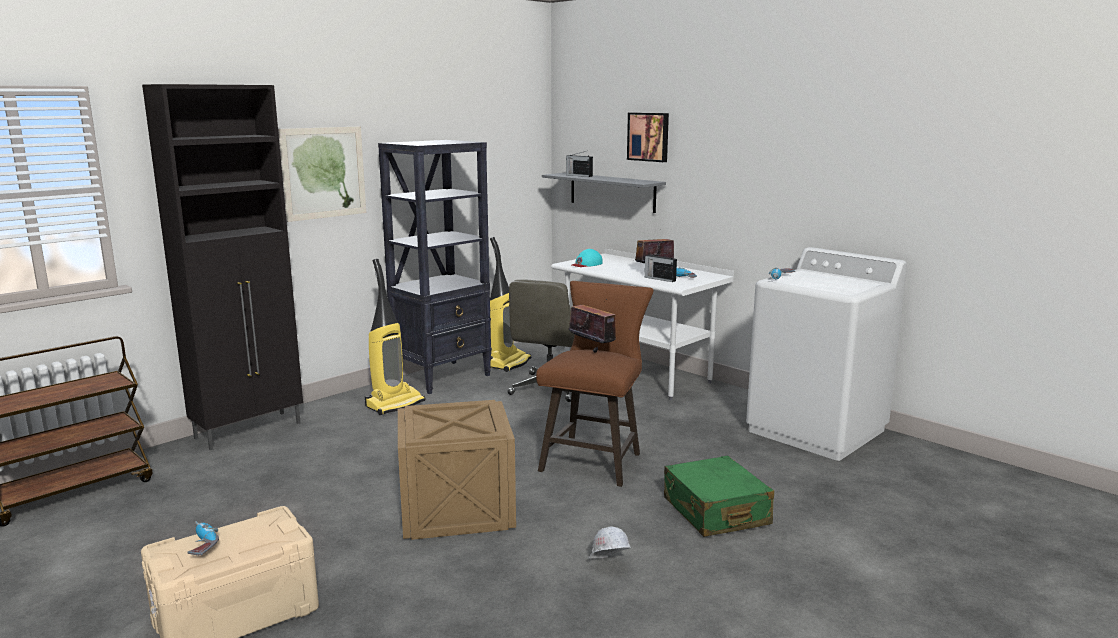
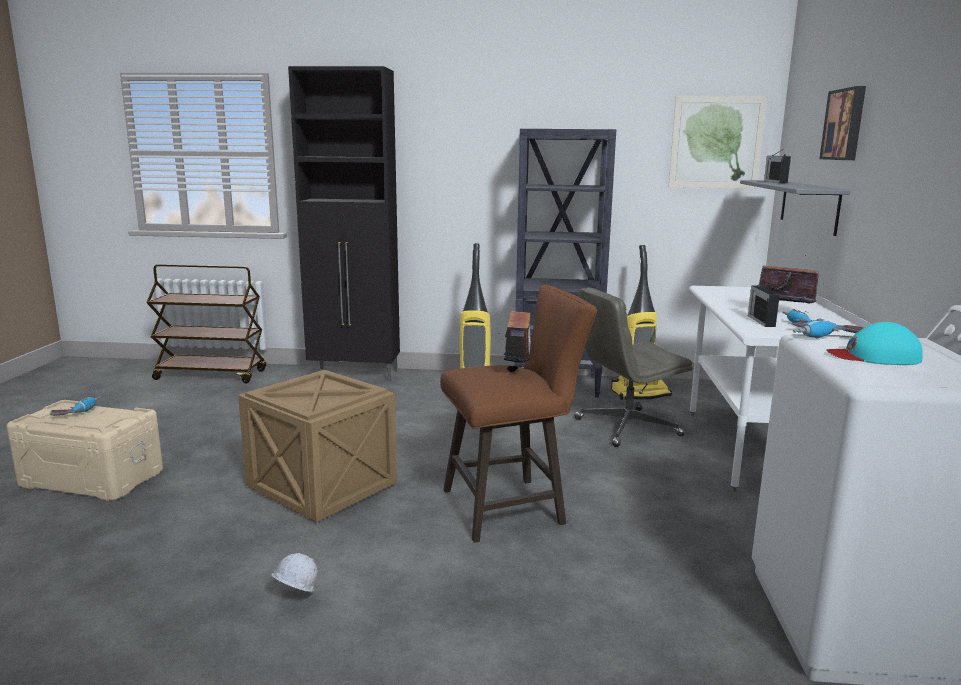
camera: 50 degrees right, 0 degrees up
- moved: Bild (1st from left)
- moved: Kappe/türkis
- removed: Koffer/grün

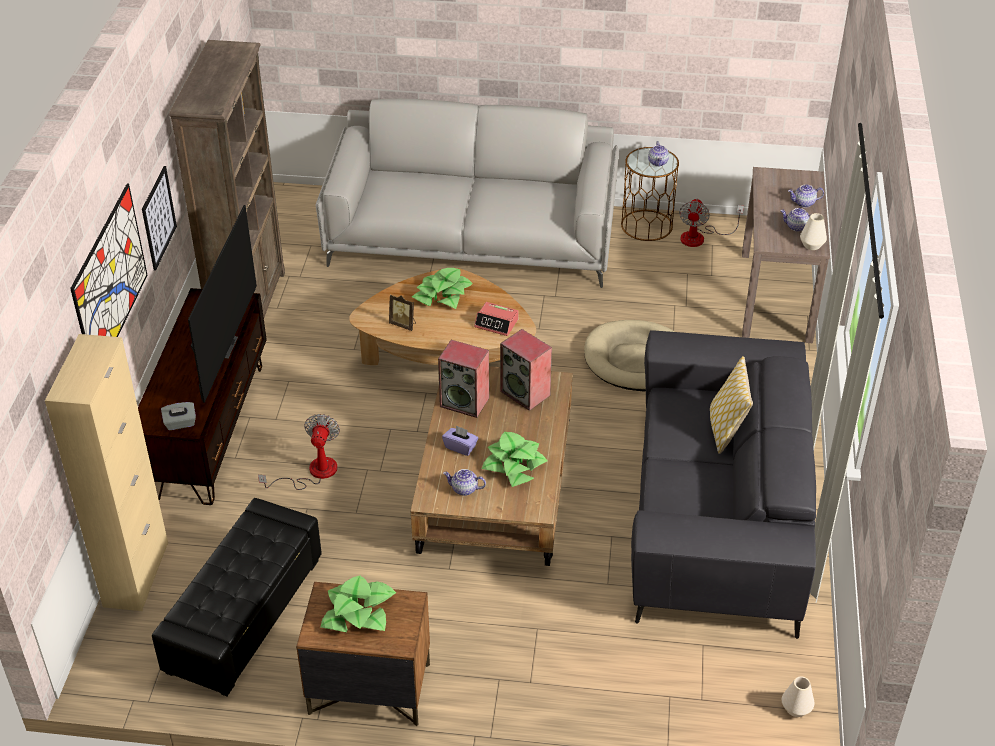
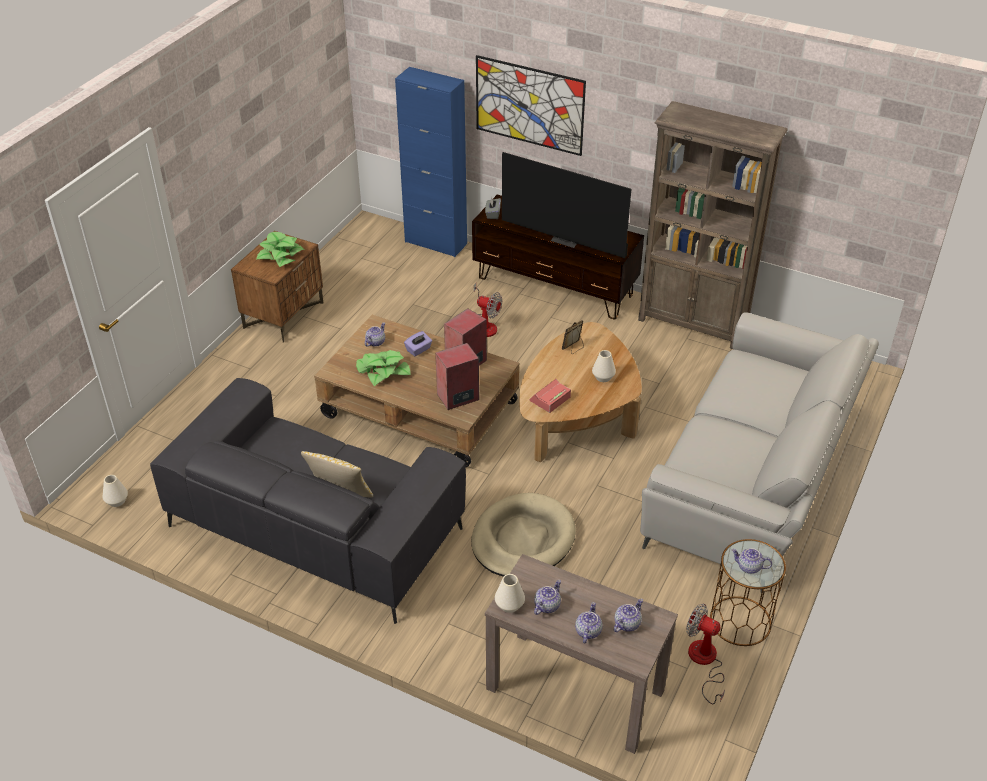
camera: 110 degrees right, 0 degrees up
- recoloured: Schrank/beige to Schrank/blau
- replaced: Topfpflanze (2nd from left) to Vase/weiß (3rd from left)
- added: Teekanne (4th from left)
- removed: Bild (2nd from left)
- removed: Polsterhocker/schwarz

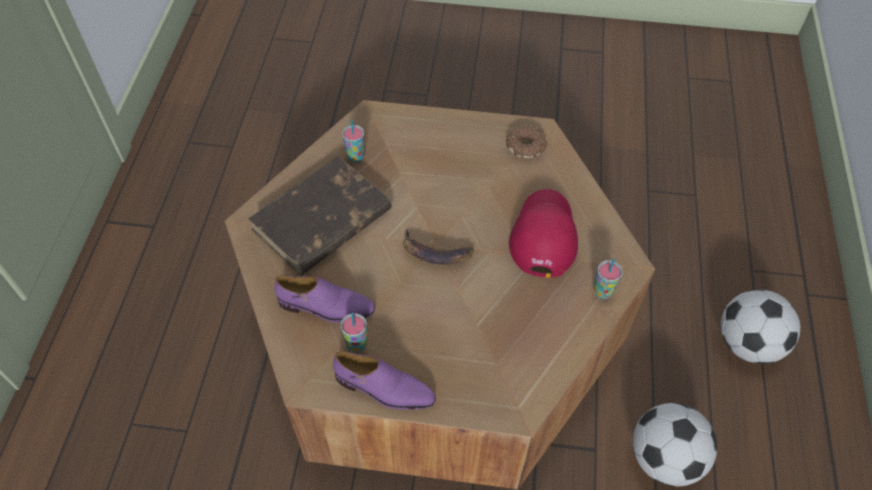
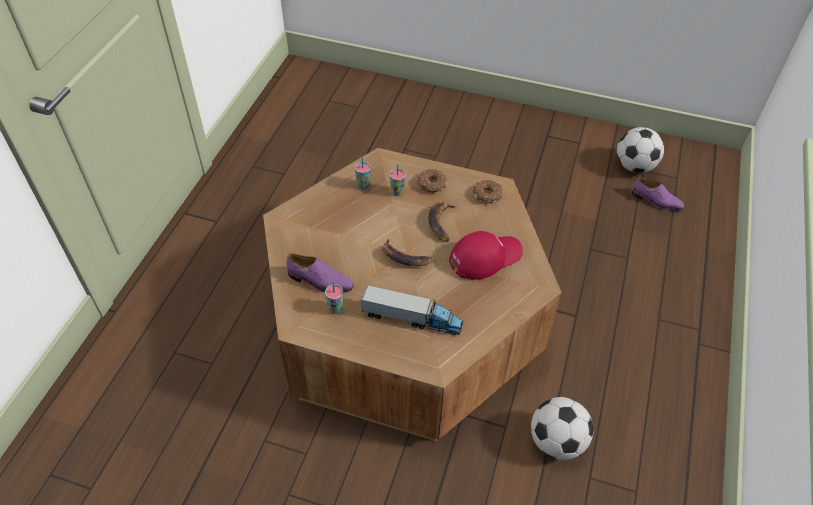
camera: 10 degrees right, 5 degrees down
- added: Spielzeuglaster
- moved: Tasse (3rd from left)
- added: Donut (1st from left)
- added: Banane (2nd from left)
- turned: Kappe/rot 45 degrees clockwise
- moved: Fußball (2nd from left)
- moved: Schuh/lila (2nd from left)
- removed: Buch/braun

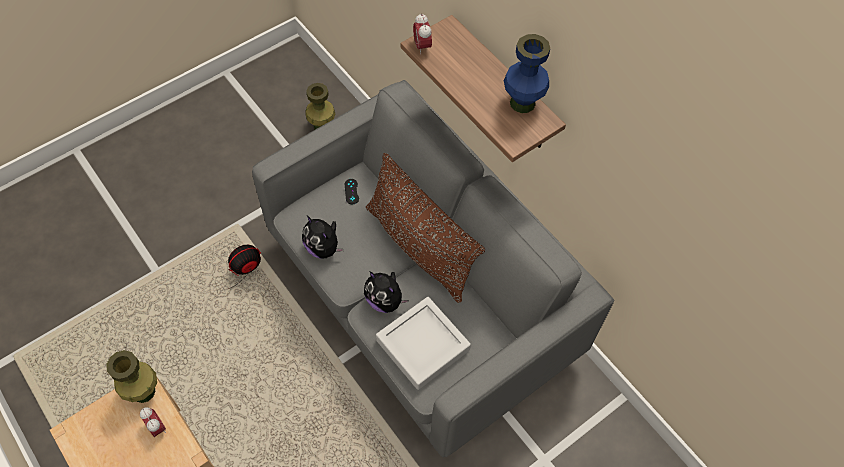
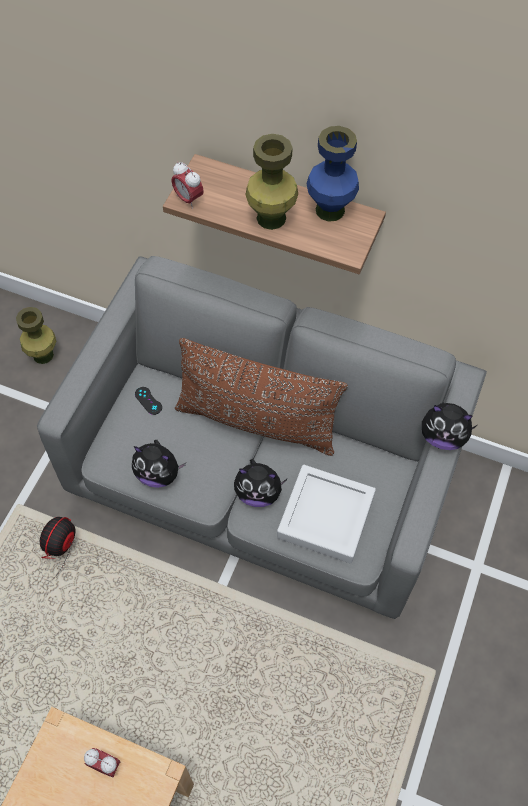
camera: 30 degrees left, 0 degrees up
- moved: Vase/grün (1st from left in the first image) to Vase/grün (2nd from left)
- added: Plüschtier (3rd from left)

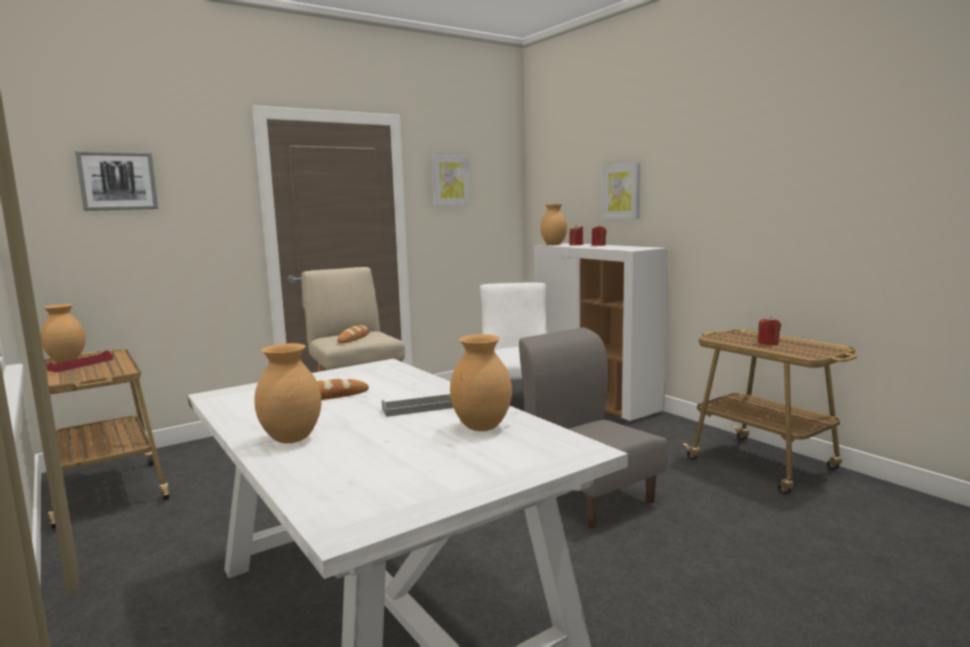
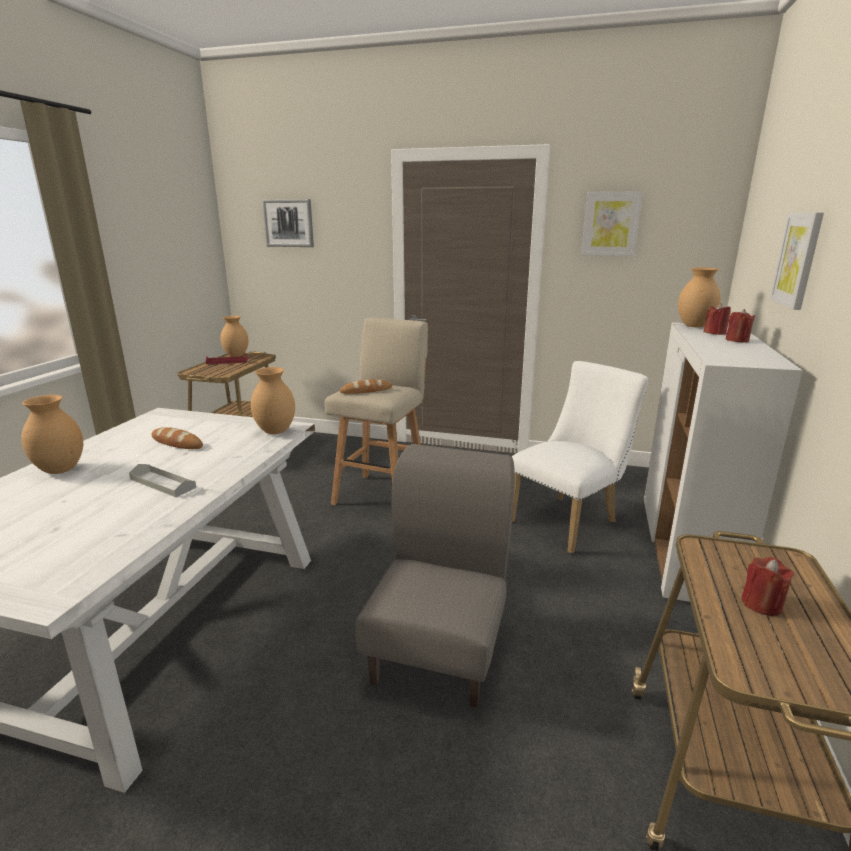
camera: 50 degrees right, 10 degrees up
- moved: Vase/braun (3rd from left)

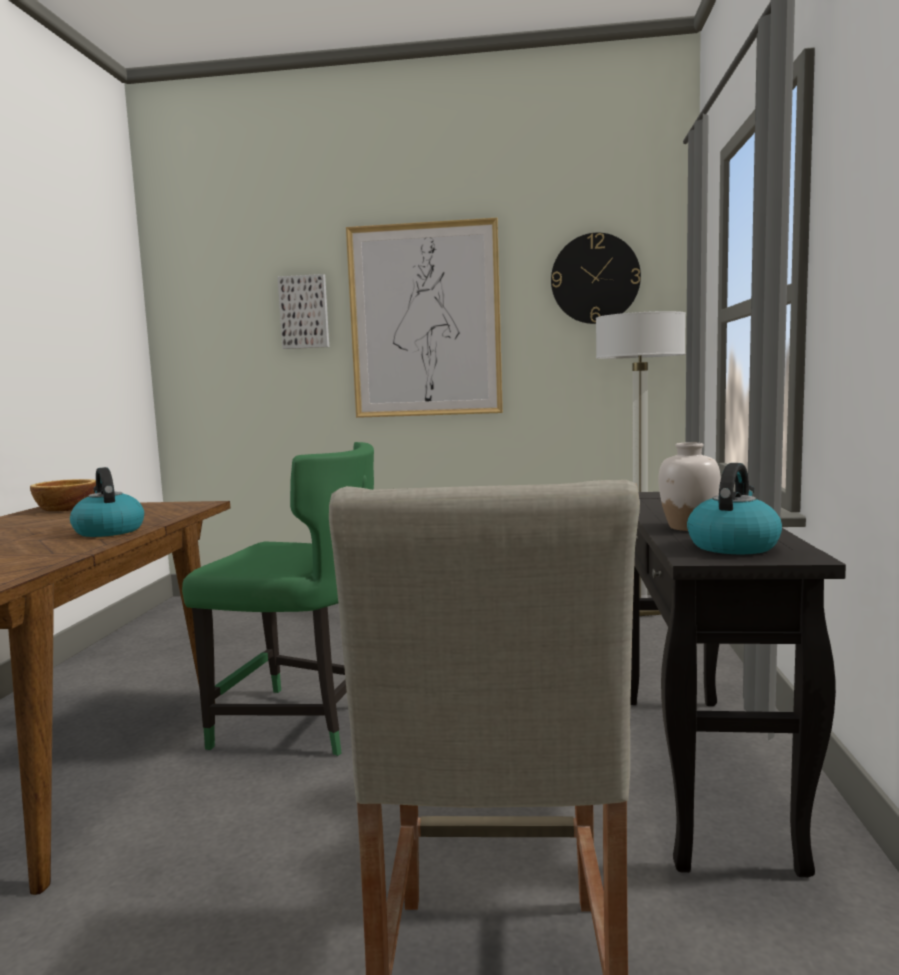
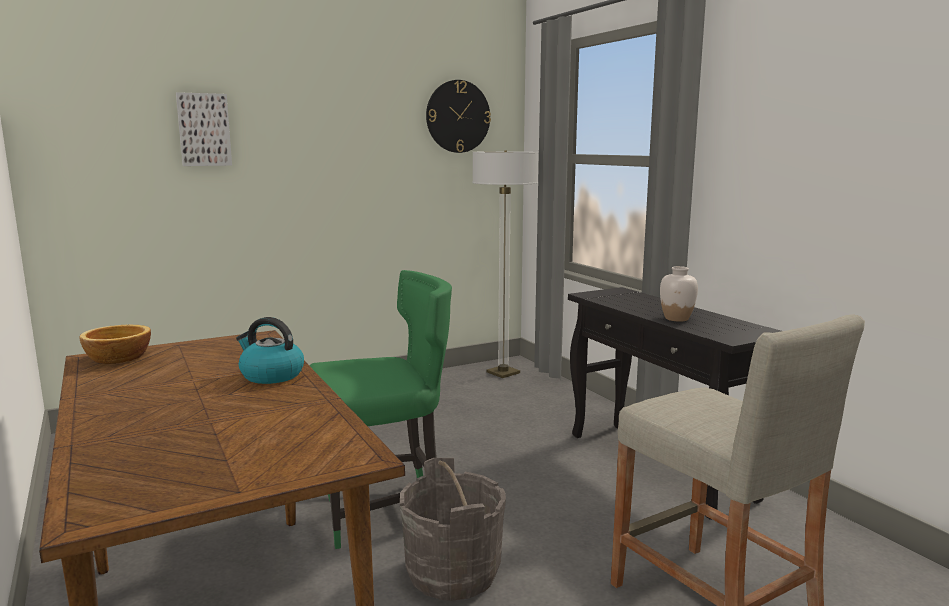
camera: 35 degrees left, 5 degrees up
- added: Eimer/grau
- removed: Bild (2nd from left)
- removed: Wasserkessel (2nd from left)

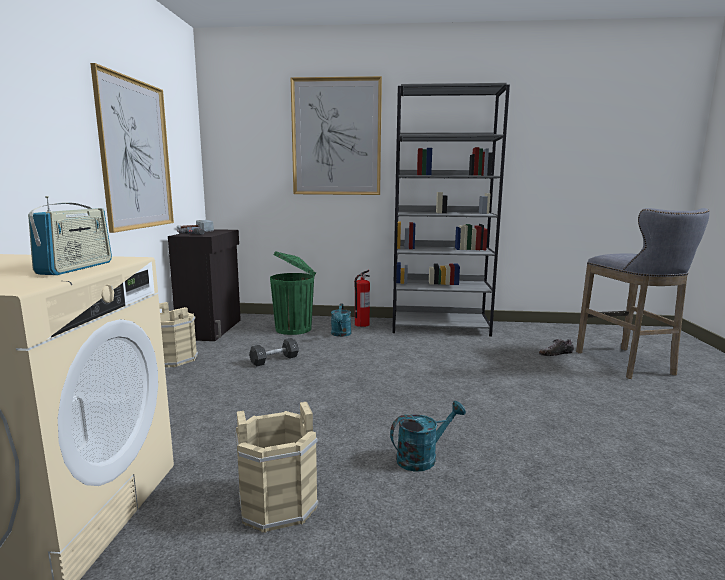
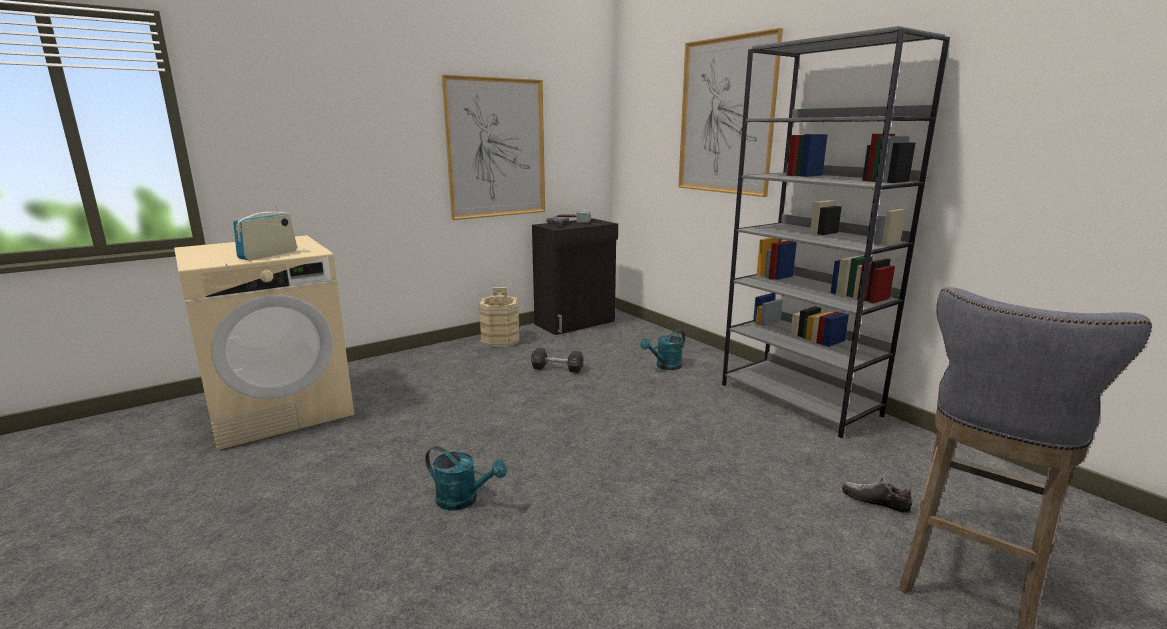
camera: 50 degrees right, 5 degrees up
- turned: Radio 150 degrees clockwise
- removed: Eimer/beige (2nd from left)
- removed: Mülleimer/grün
- removed: Feuerlöscher

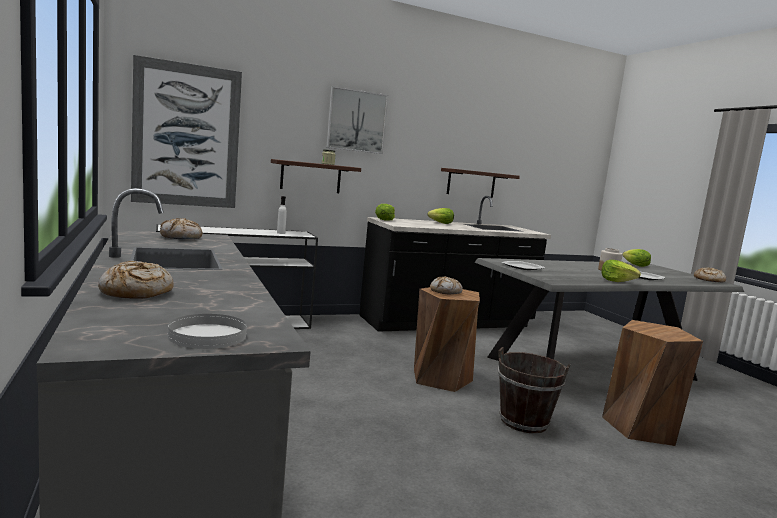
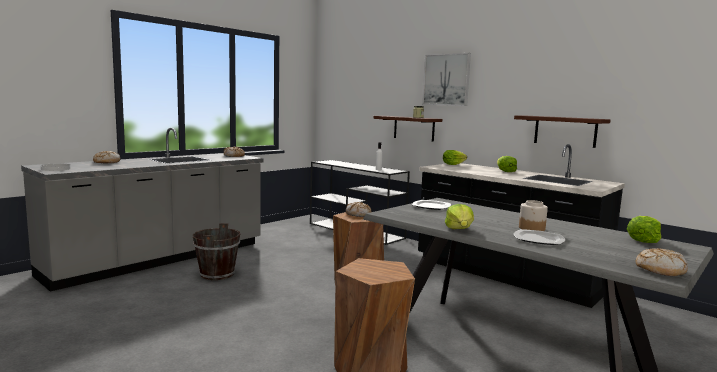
camera: 65 degrees right, 0 degrees up
- moved: Eimer/braun
- removed: Bild (1st from left)

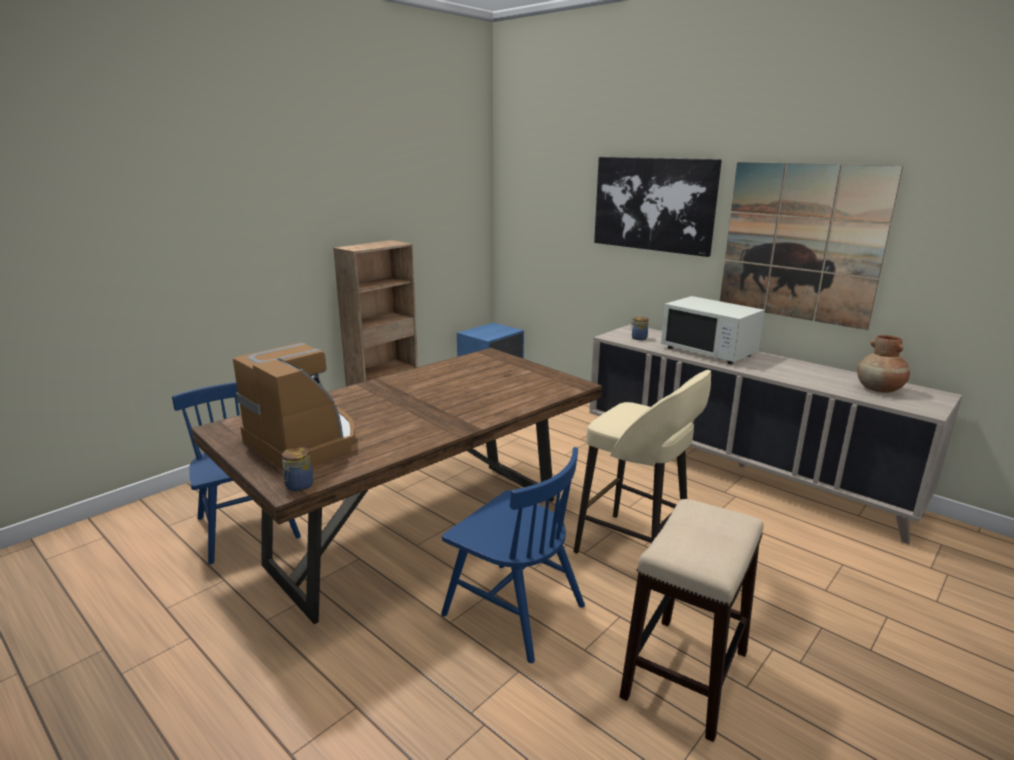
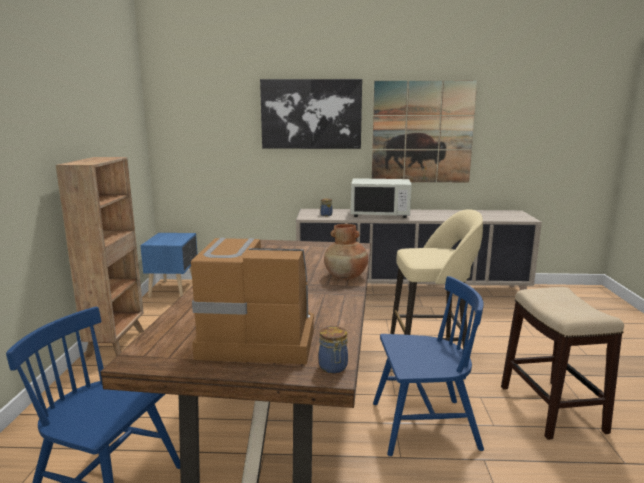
camera: 40 degrees left, 5 degrees down
- moved: Vase/braun

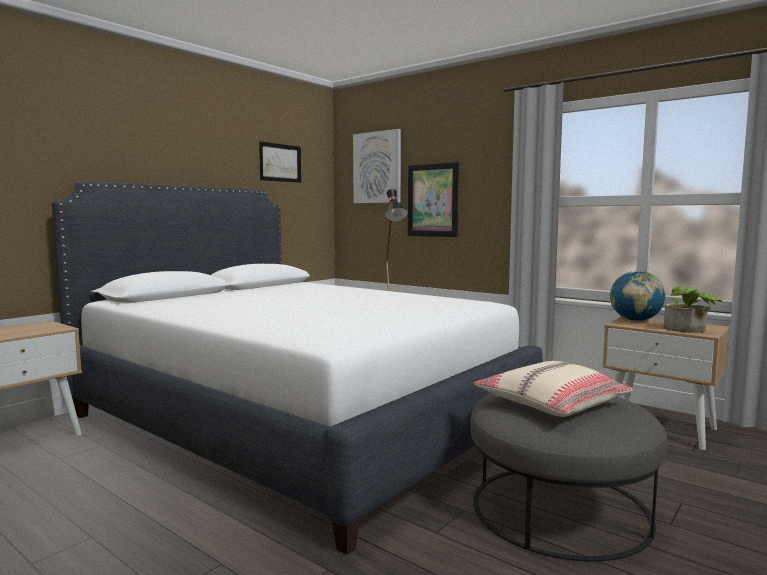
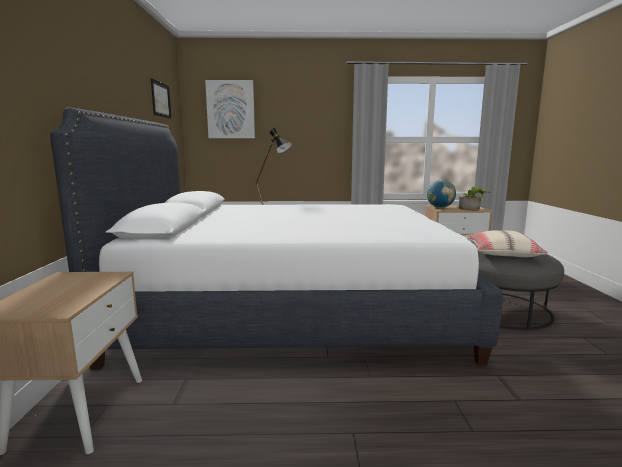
camera: 40 degrees left, 5 degrees up
- removed: Bild (3rd from left)

